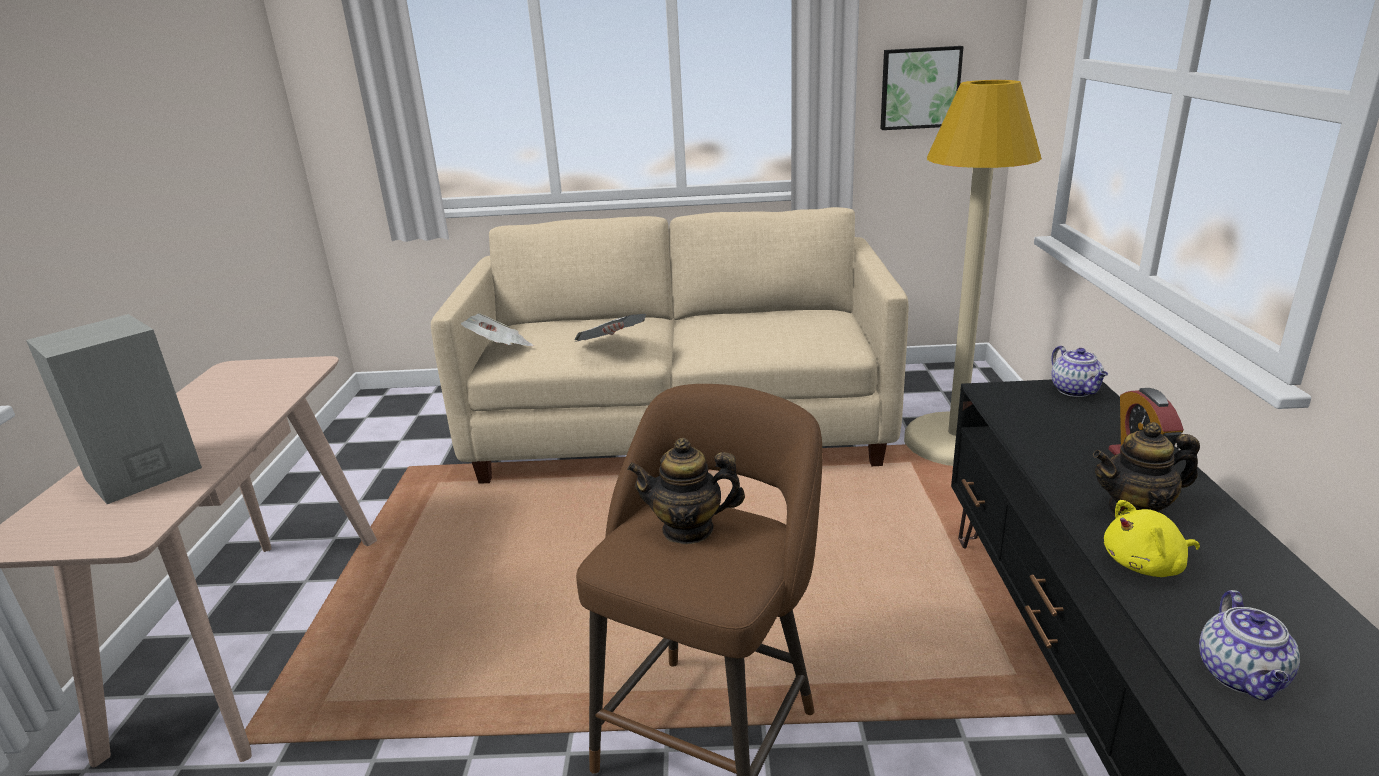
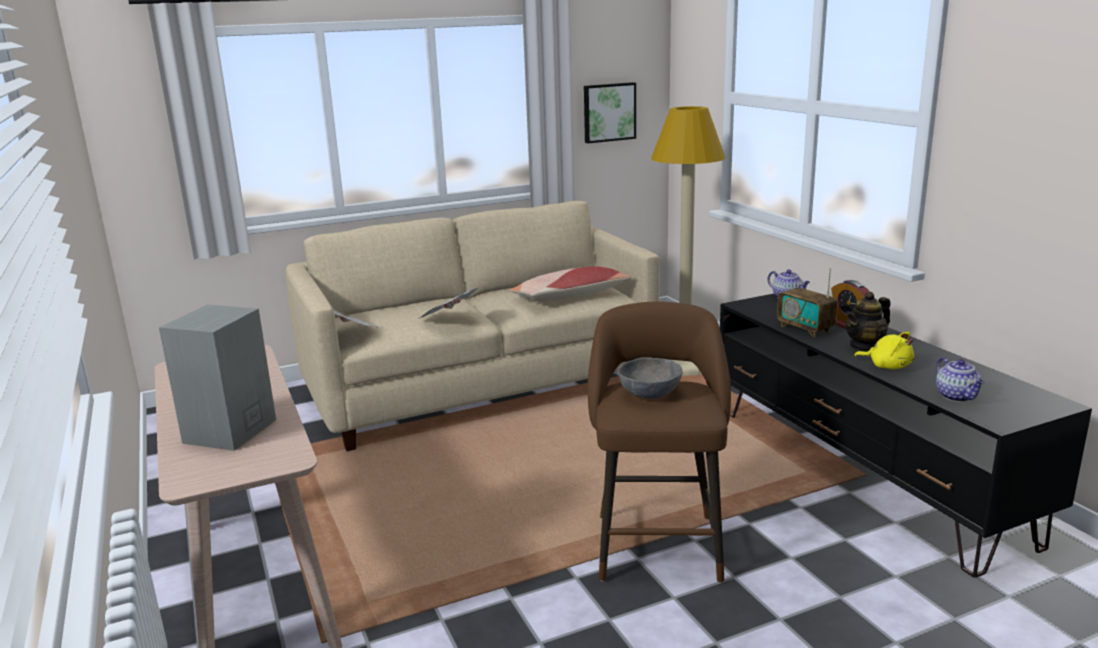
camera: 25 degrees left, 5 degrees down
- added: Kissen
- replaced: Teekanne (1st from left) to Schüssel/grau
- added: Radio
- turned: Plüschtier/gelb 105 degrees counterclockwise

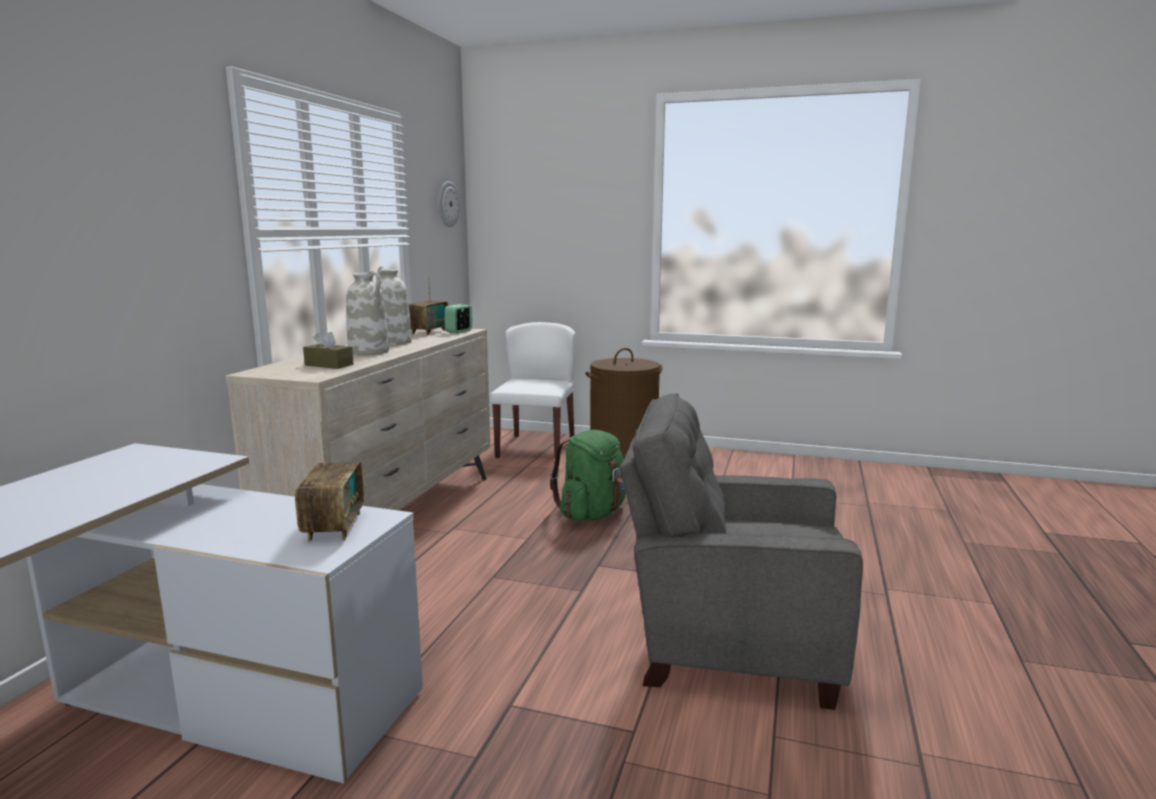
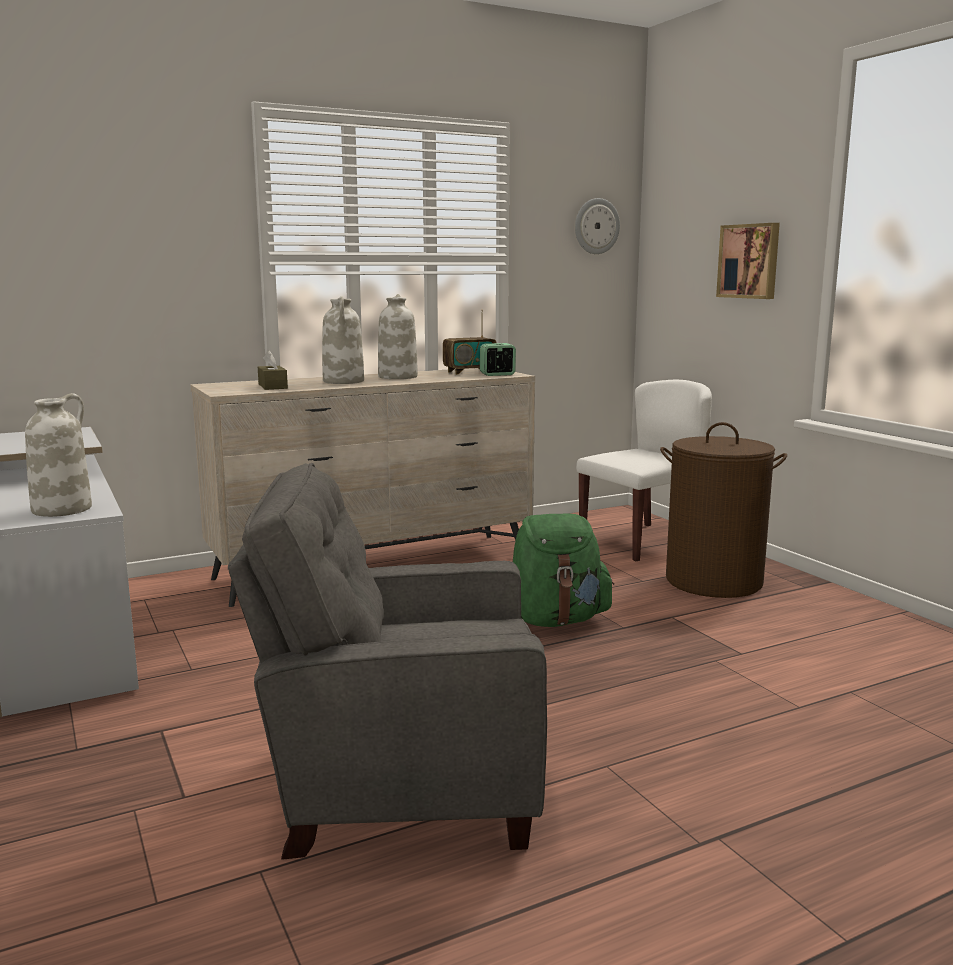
camera: 45 degrees right, 0 degrees up
- replaced: Radio (1st from left) to Vase/weiß (1st from left)
- turned: Sessel/grau 60 degrees counterclockwise
- added: Bild

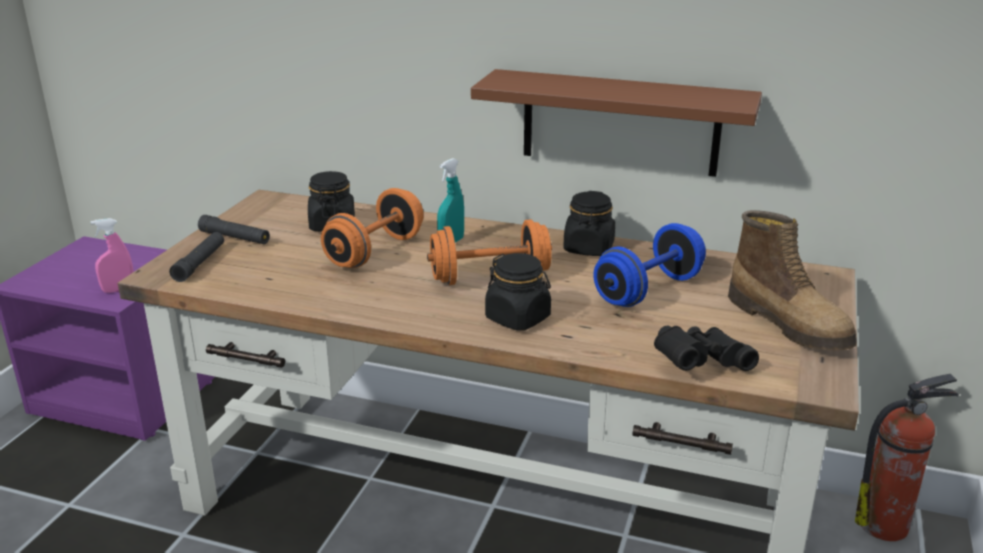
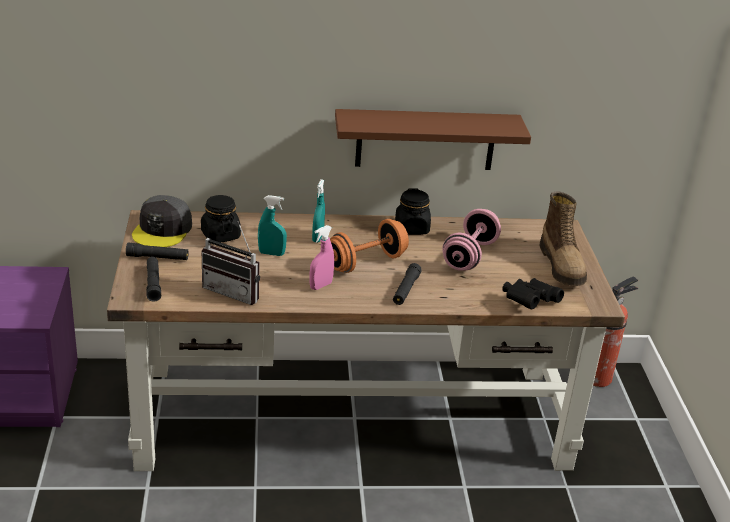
camera: 25 degrees left, 5 degrees up
- added: Kappe/grau
- added: Radio
- replaced: Hantel/orange (1st from left) to Sprühflasche/türkis (1st from left)
- moved: Sprühflasche/rosa
- replaced: Vorratsglas/schwarz (2nd from left) to Taschenlampe/schwarz (3rd from left)
- recoloured: Hantel/blau to Hantel/rosa
- turned: Stiefel 45 degrees clockwise

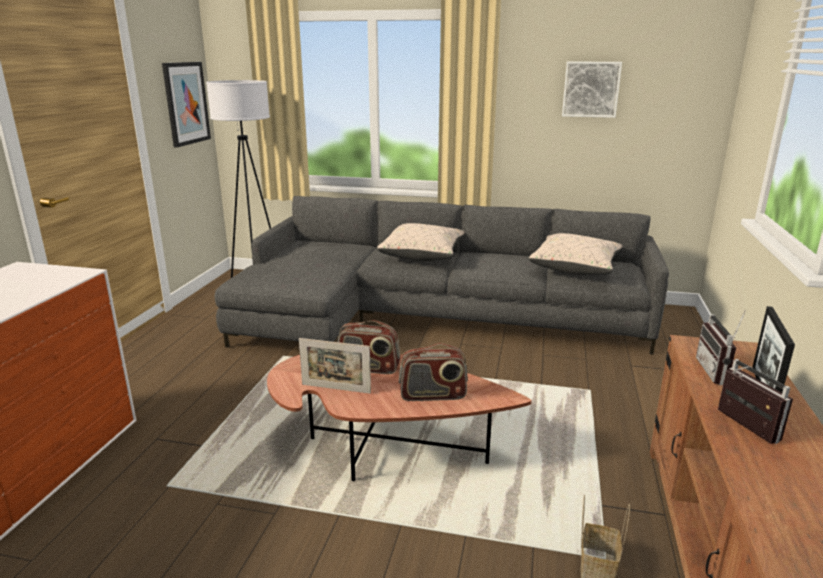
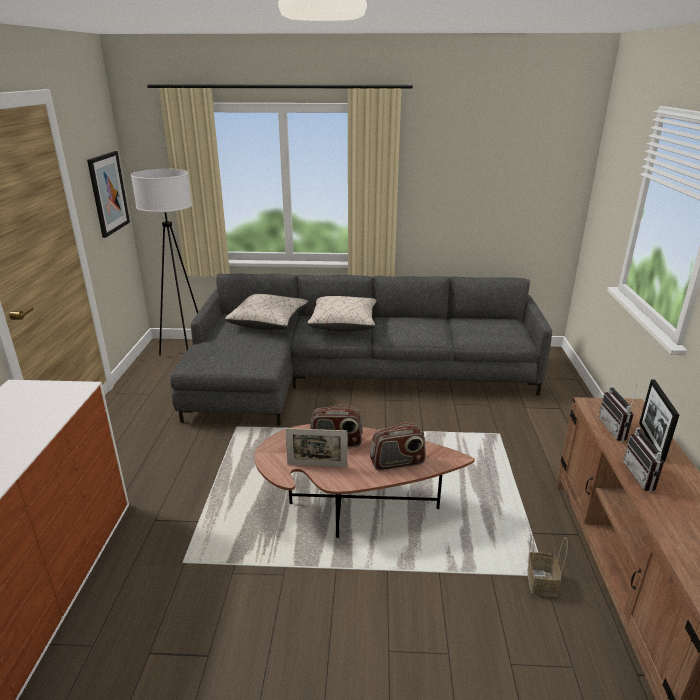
camera: 10 degrees left, 5 degrees up
- moved: Kissen/beige (2nd from left in the first image) to Kissen/beige (1st from left)
- turned: Radio (4th from left) 150 degrees counterclockwise
- removed: Bild (2nd from left)

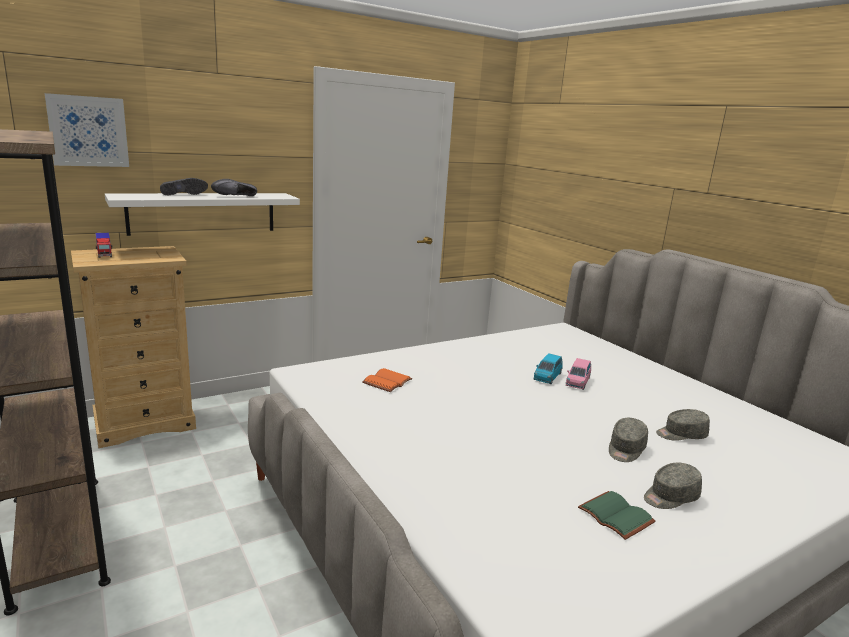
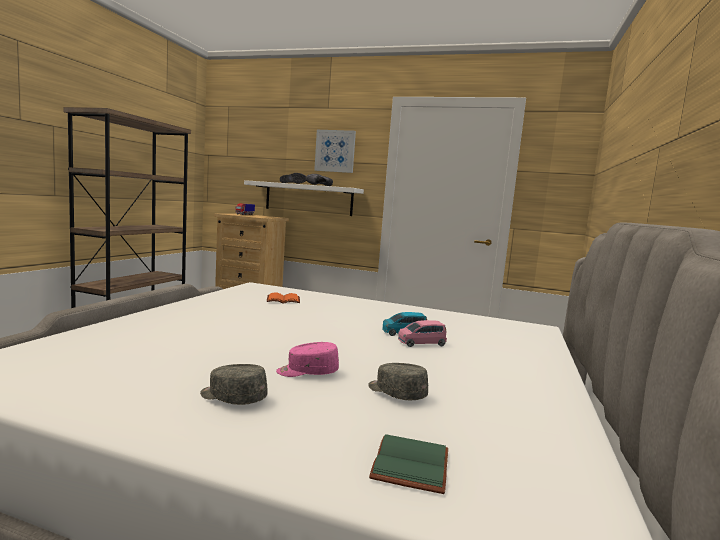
camera: 50 degrees right, 10 degrees down
- recoloured: Kappe/grau (1st from left) to Kappe/rosa
- moved: Bild
- moved: Buch/grün

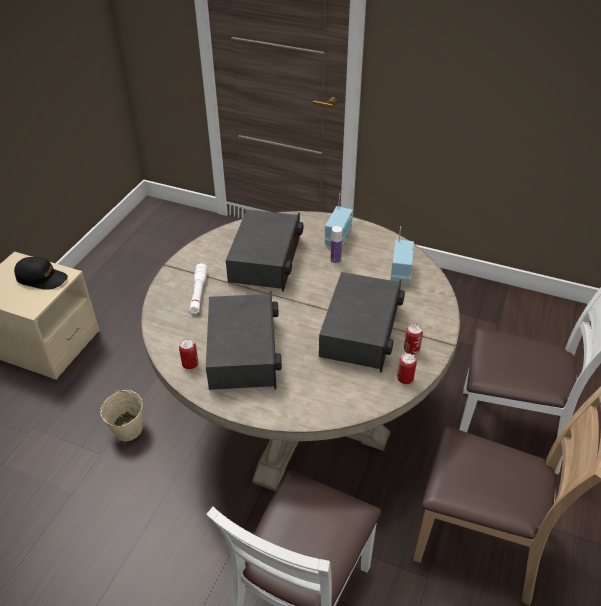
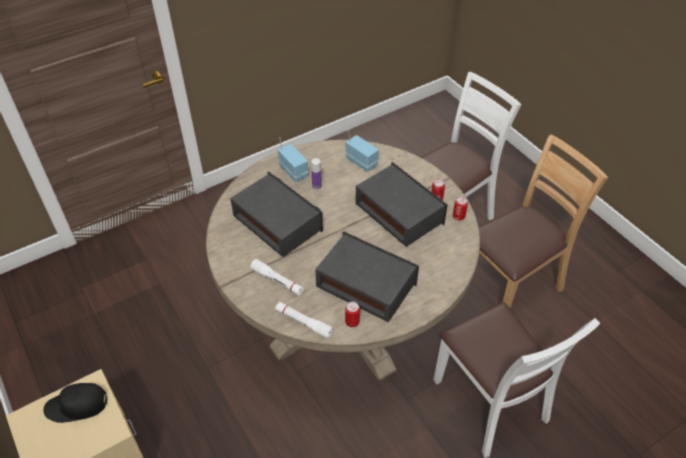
camera: 55 degrees left, 5 degrees up
- turned: Kappe/schwarz 150 degrees counterclockwise
- added: Taschenlampe/weiß (2nd from left)
- removed: Eimer/beige

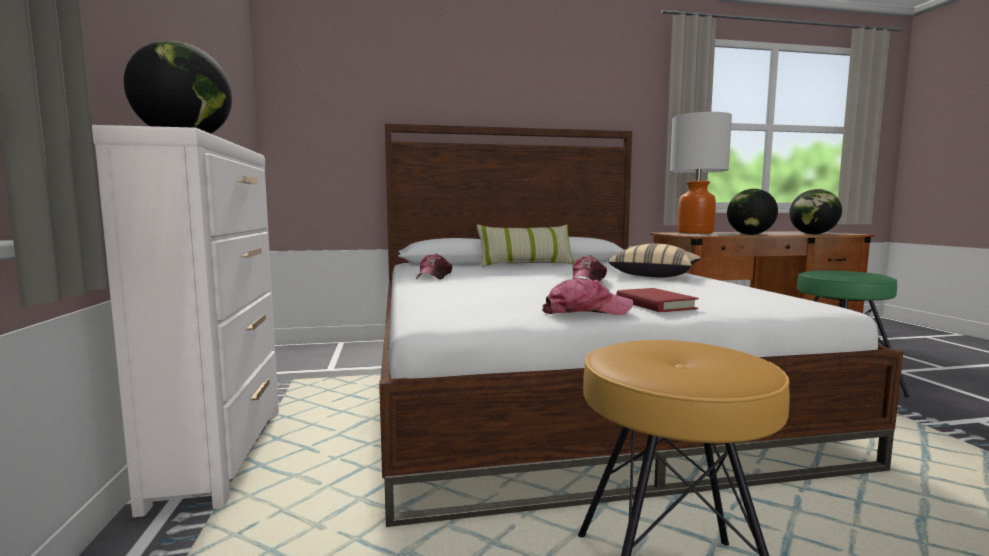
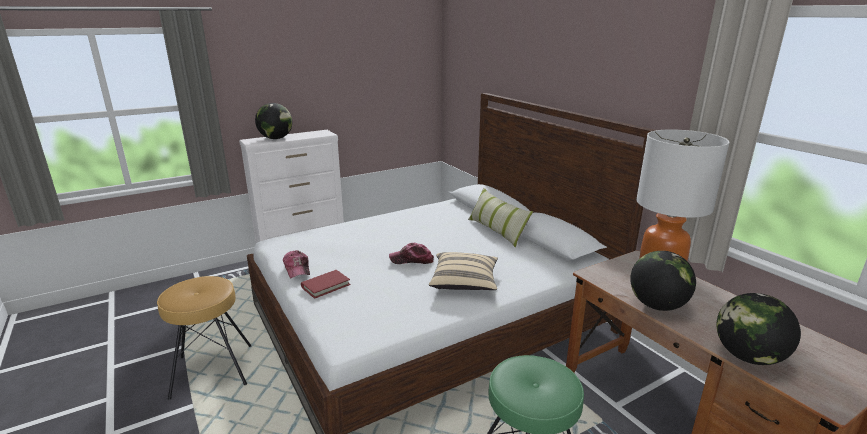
camera: 70 degrees right, 15 degrees up
- removed: Kappe (1st from left)

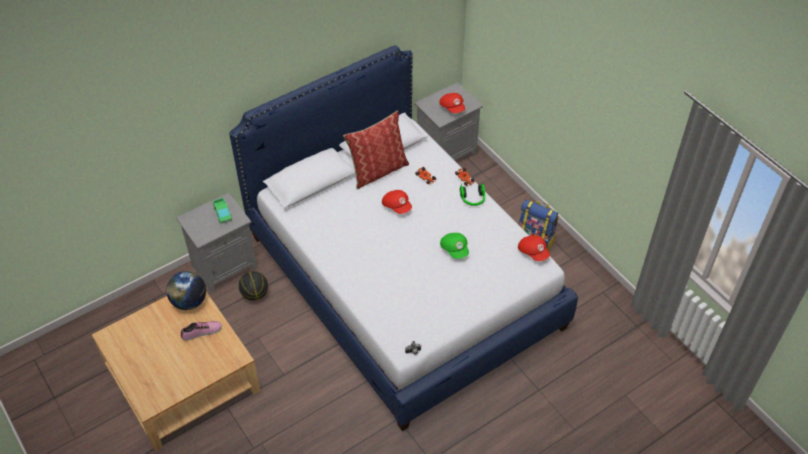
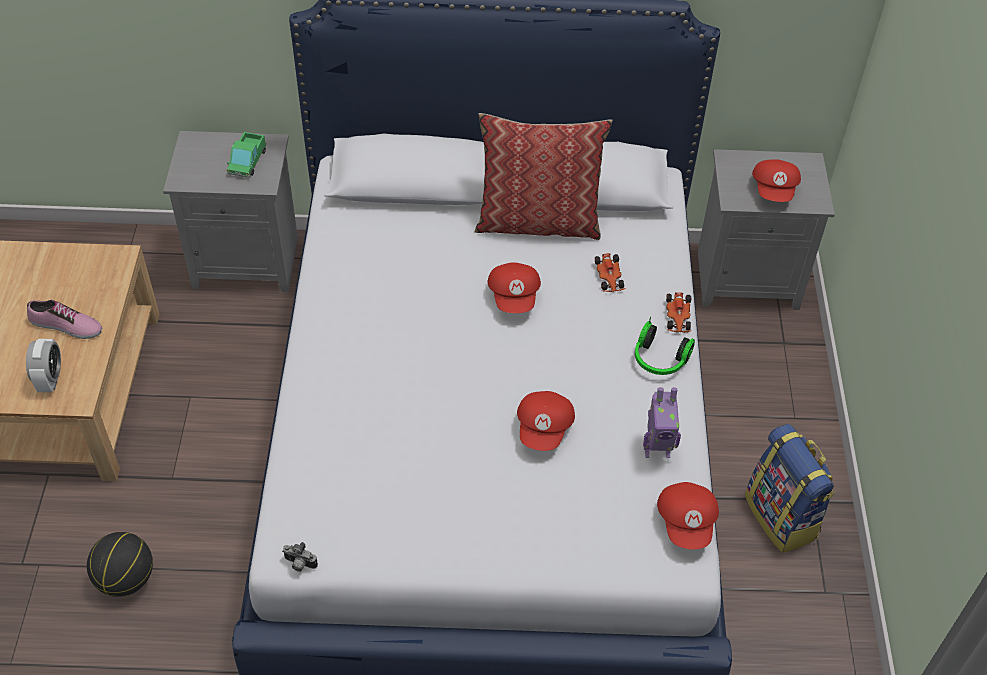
camera: 35 degrees right, 0 degrees up
- added: Wecker
- moved: Basketball
- recoloured: Kappe/grün to Kappe/rot (2nd from left)
- added: Spielzeugroboter
- removed: Globus

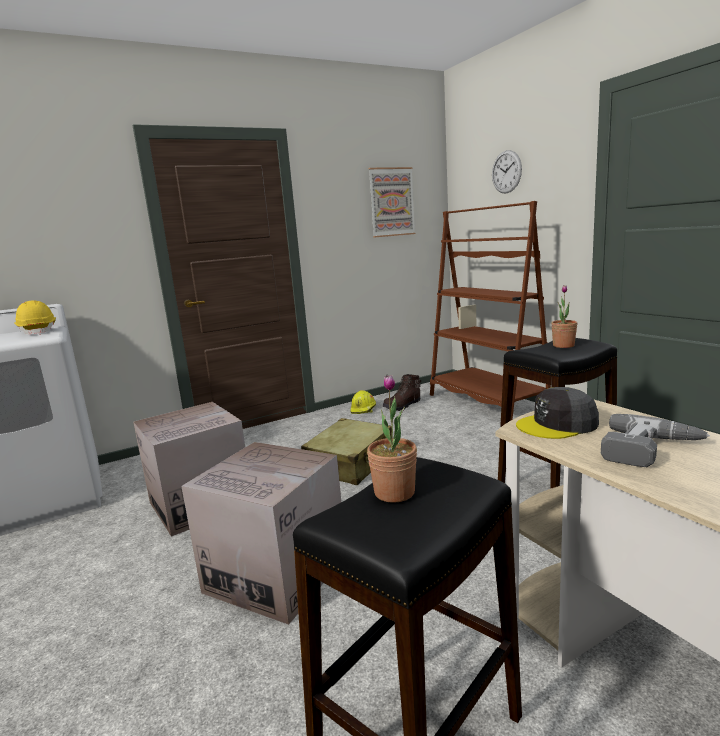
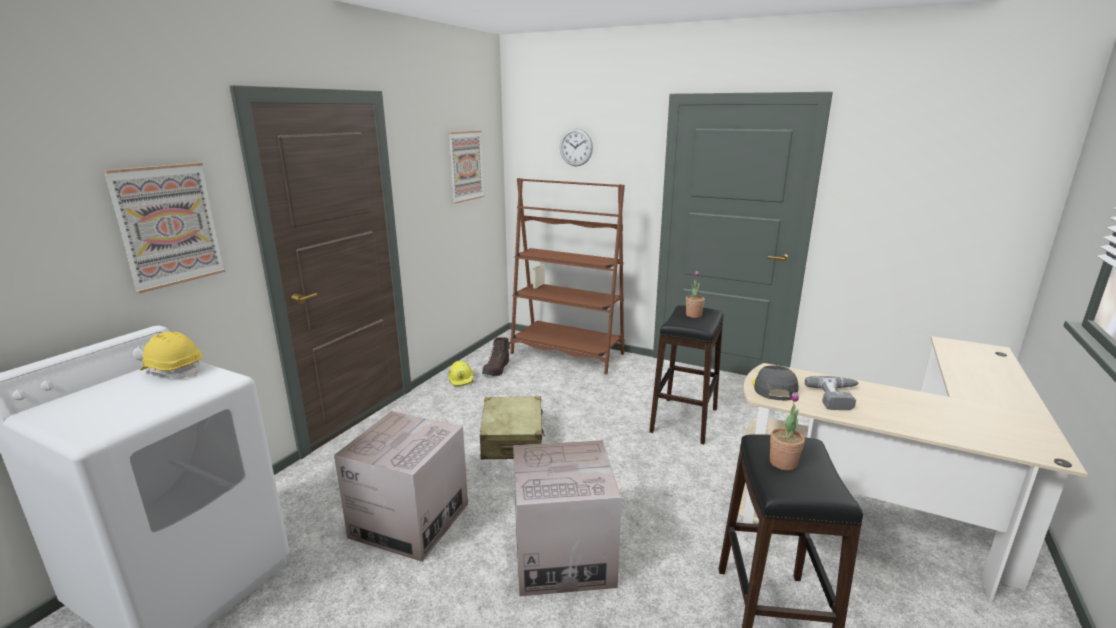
camera: 35 degrees left, 5 degrees up
- added: Bild (1st from left)
- turned: Kappe/grau 150 degrees clockwise

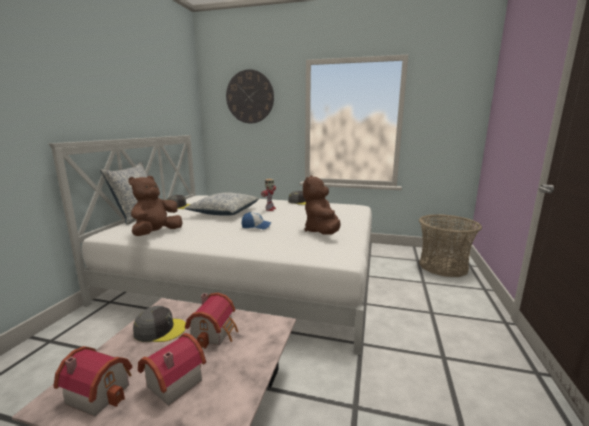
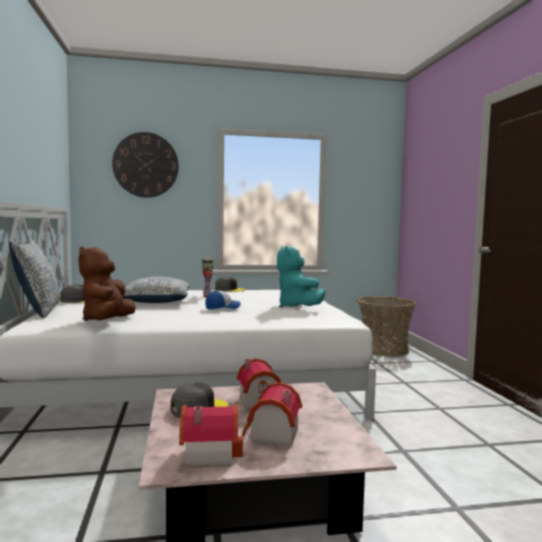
camera: 25 degrees left, 10 degrees down
- recoloured: Plüschtier/braun (2nd from left) to Plüschtier/türkis

